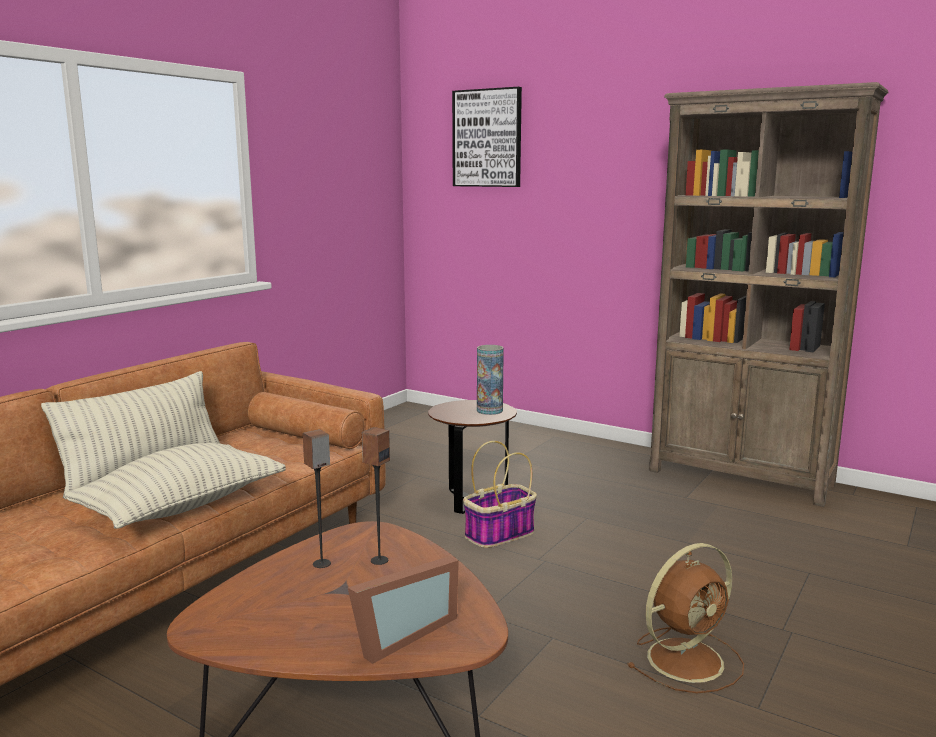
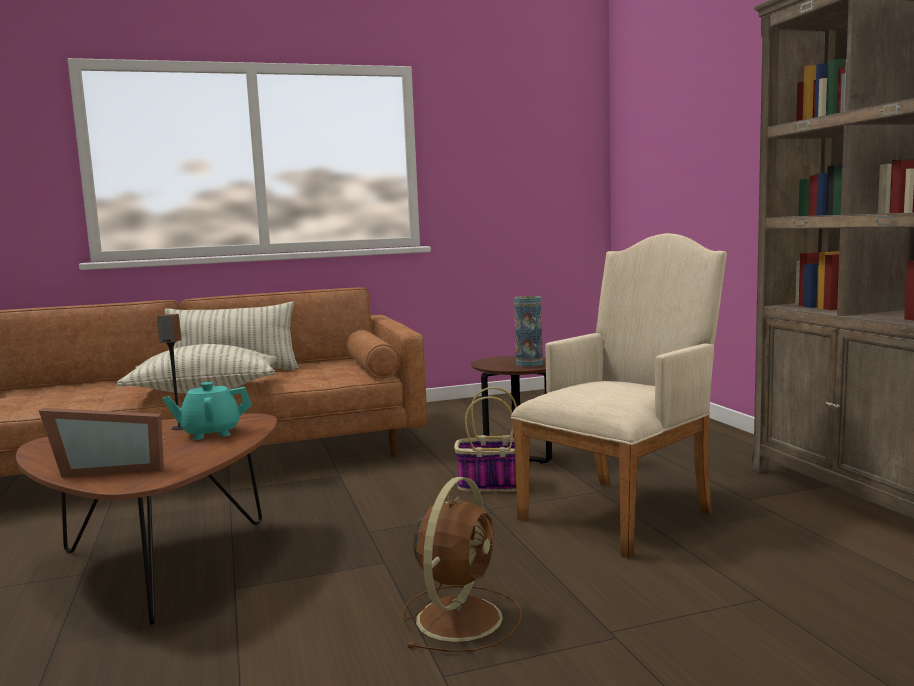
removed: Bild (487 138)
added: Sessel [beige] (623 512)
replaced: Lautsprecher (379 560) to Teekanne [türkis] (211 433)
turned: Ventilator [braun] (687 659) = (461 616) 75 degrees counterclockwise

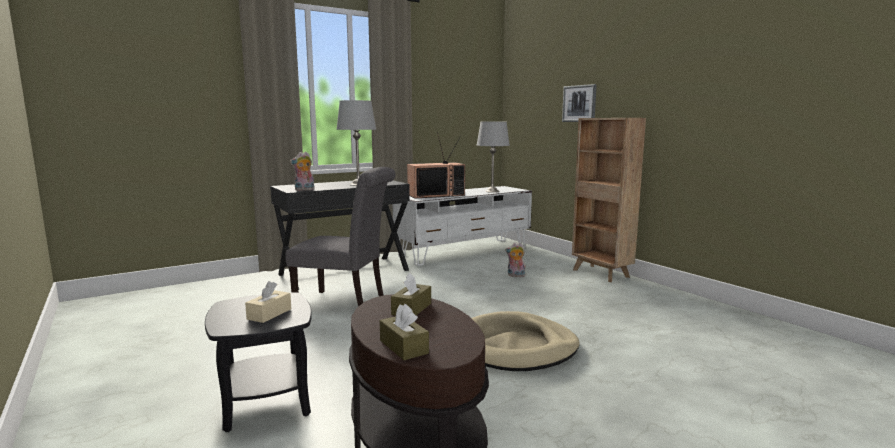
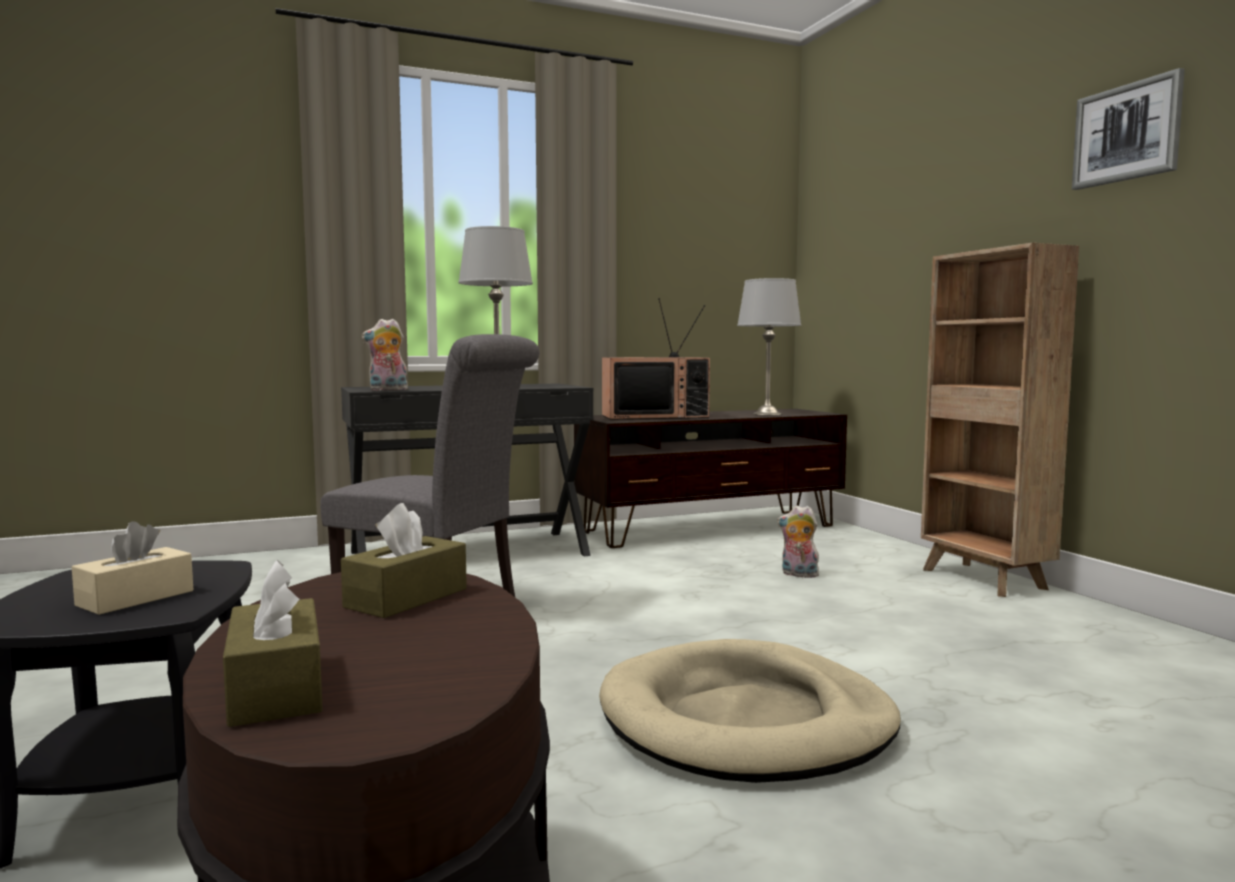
moved: Bild (579 103) to (1127 133)
recoloured: Fernsehschrank [weiß] (464 251) to Fernsehschrank [braun] (711 529)

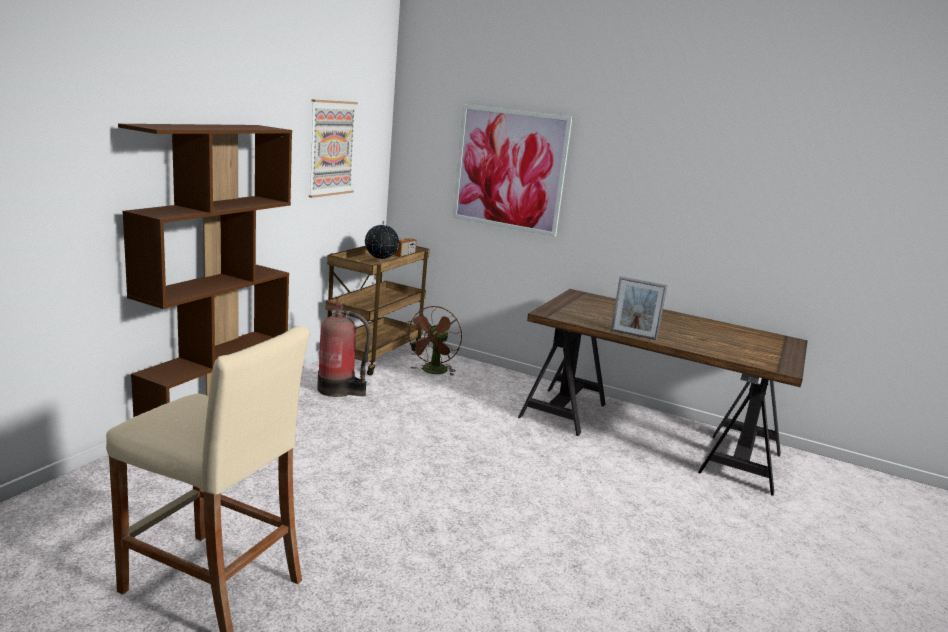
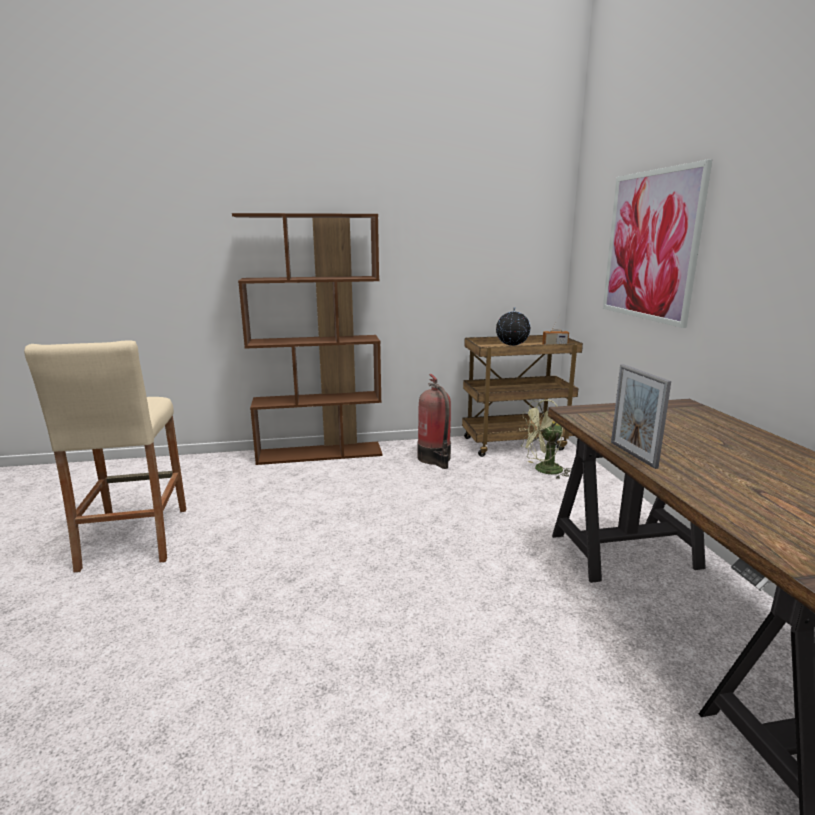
removed: Bild (332 148)
recoloured: Ventilator [braun] (433 372) to Ventilator [grün] (543 470)

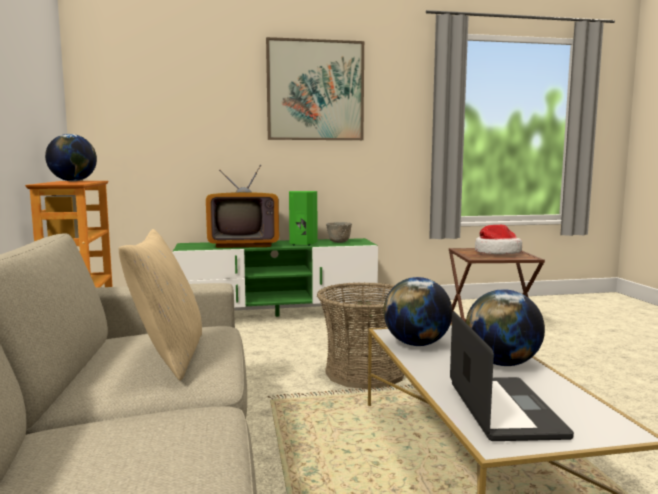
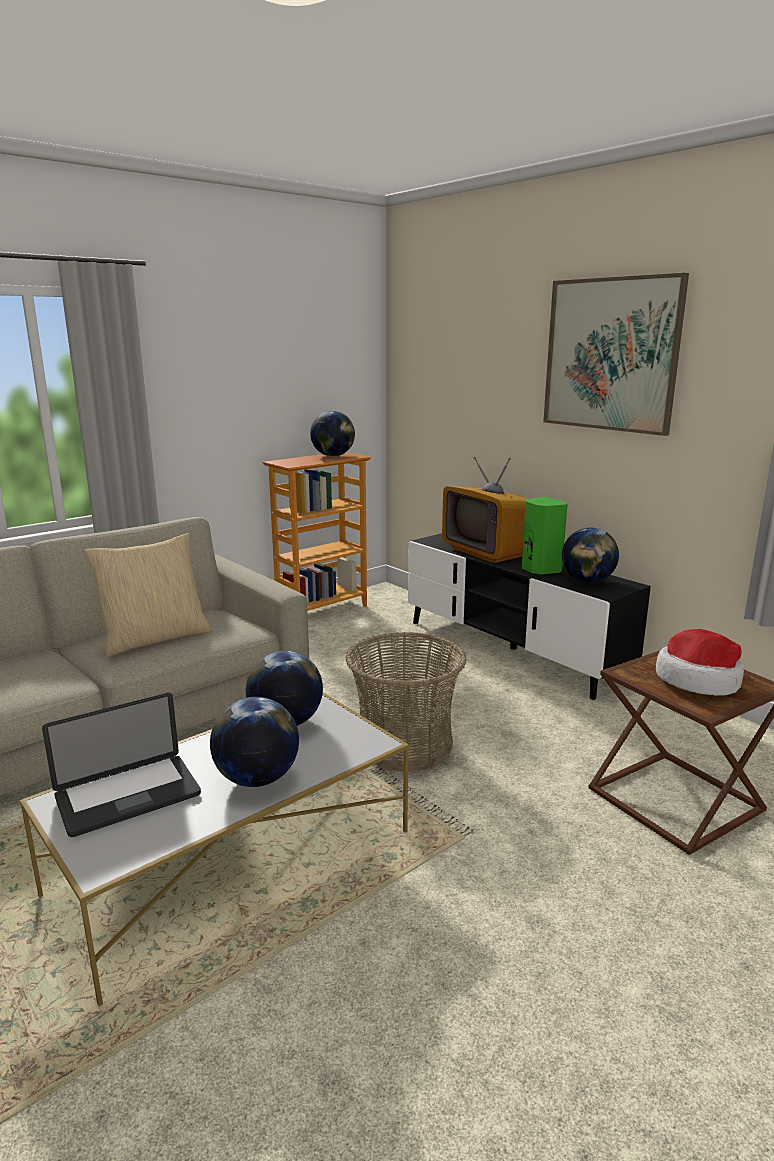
replaced: Schüssel [grau] (339 242) to Globus (587 581)
recoloured: Fernsehschrank [grün] (277 316) to Fernsehschrank [schwarz] (511 649)

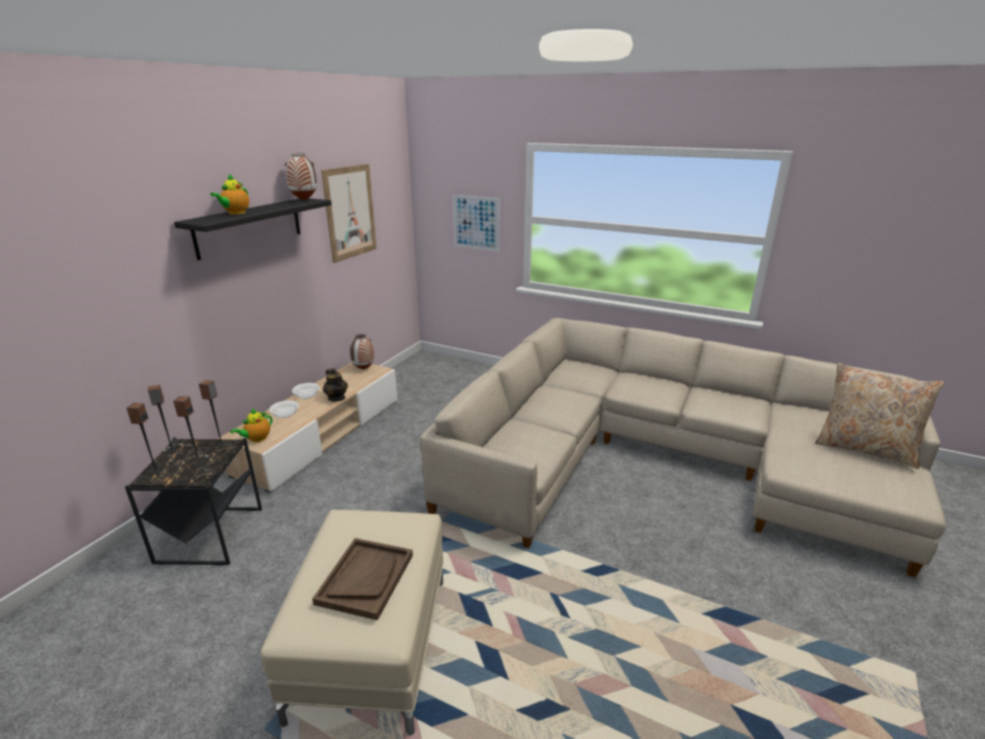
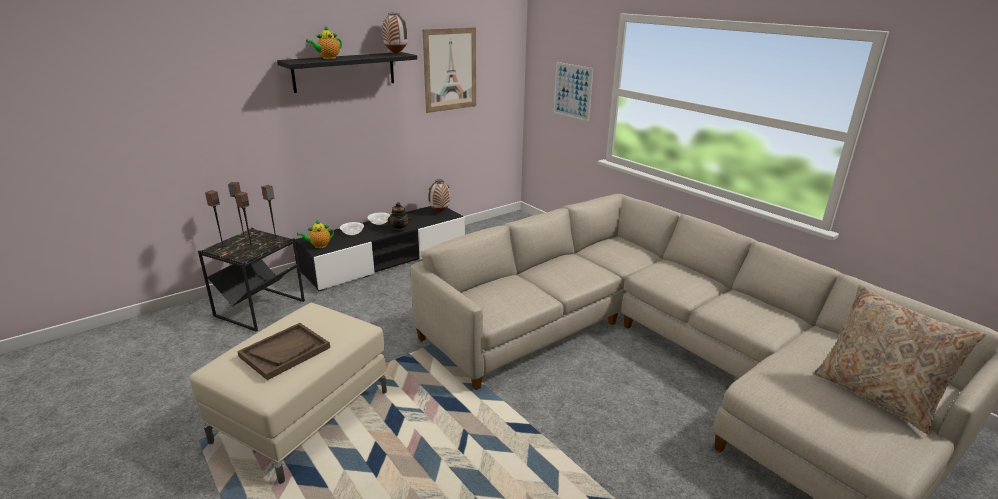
recoloured: Fernsehschrank [beige] (322 435) to Fernsehschrank [schwarz] (386 259)

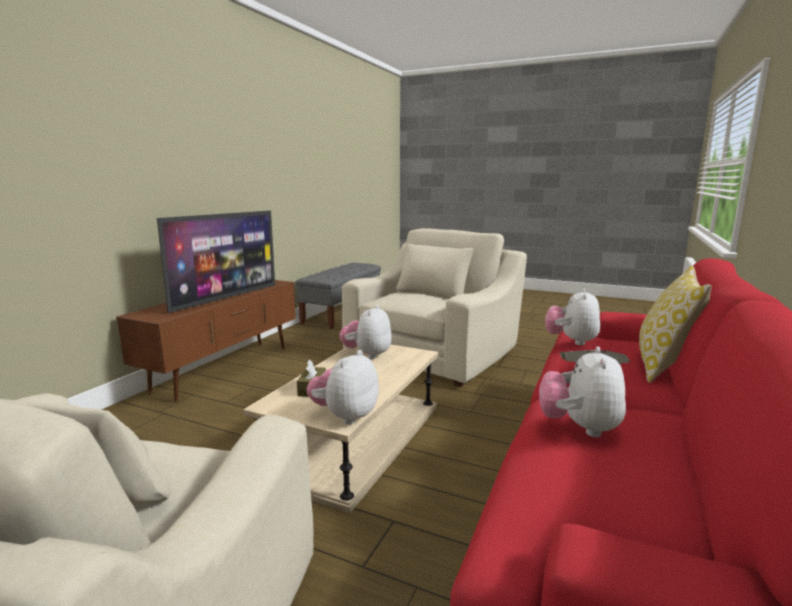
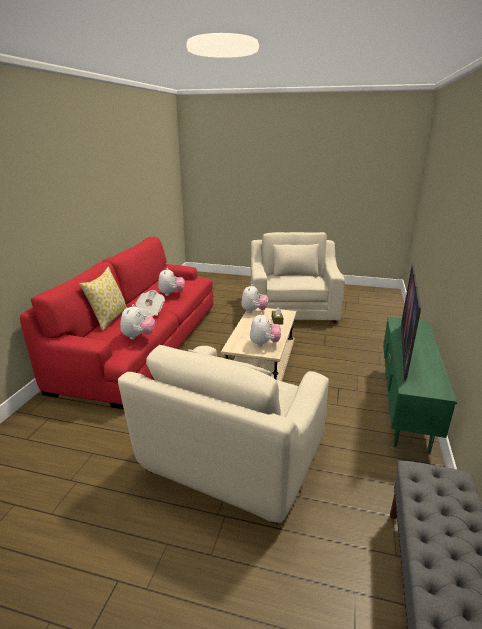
recoloured: Fernsehschrank [braun] (225 369) to Fernsehschrank [grün] (404 407)

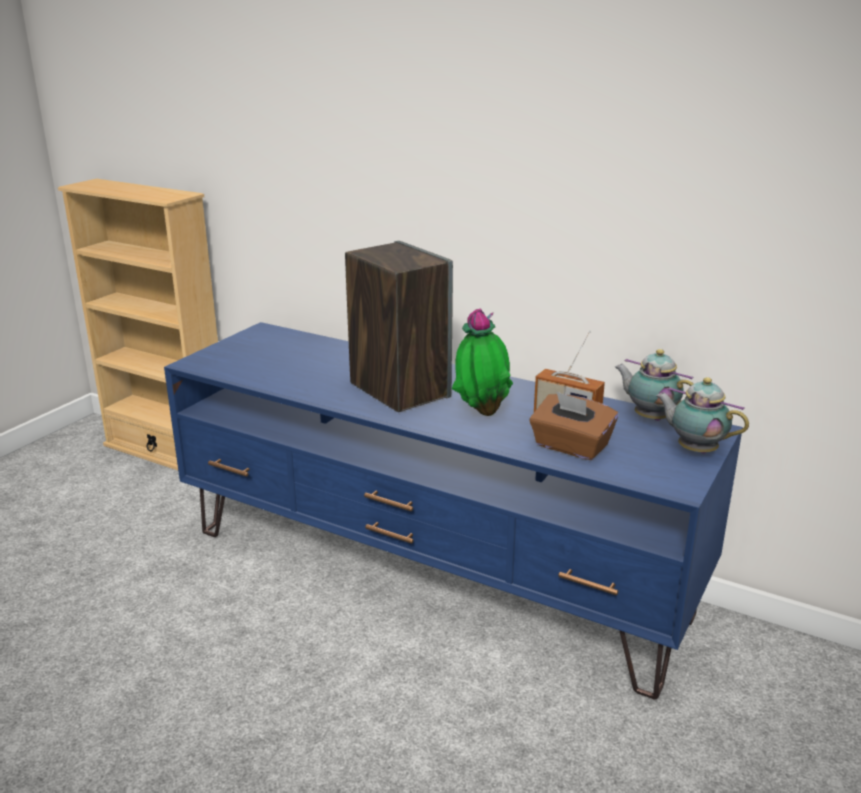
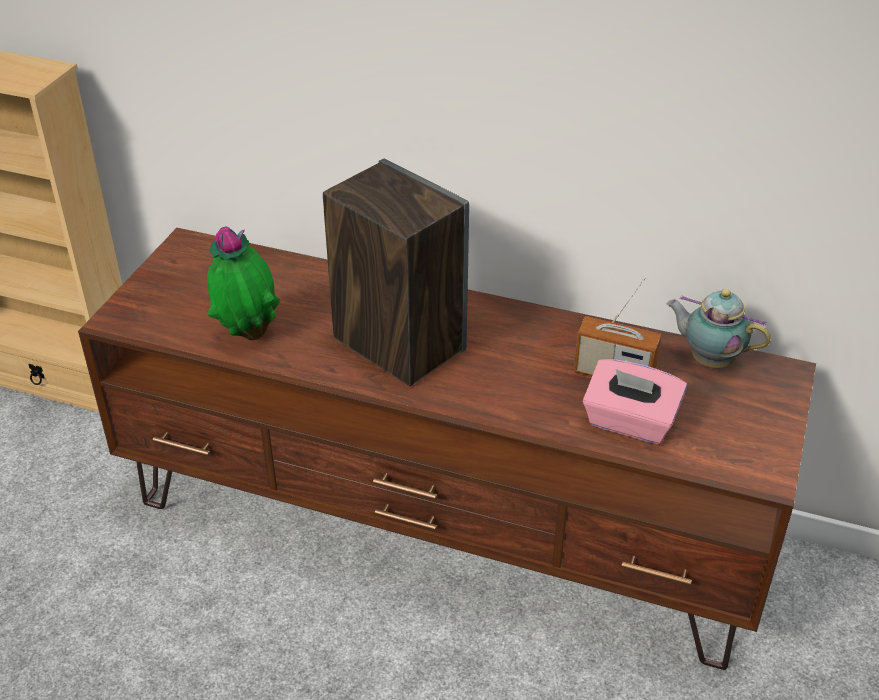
removed: Teekanne (694 450)
moved: Topfpflanze (481 412) to (248 334)
recoloured: Fernsehschrank [blau] (433 571) to Fernsehschrank [braun] (442 526); Taschentuchbox [braun] (570 447) to Taschentuchbox [rosa] (630 423)

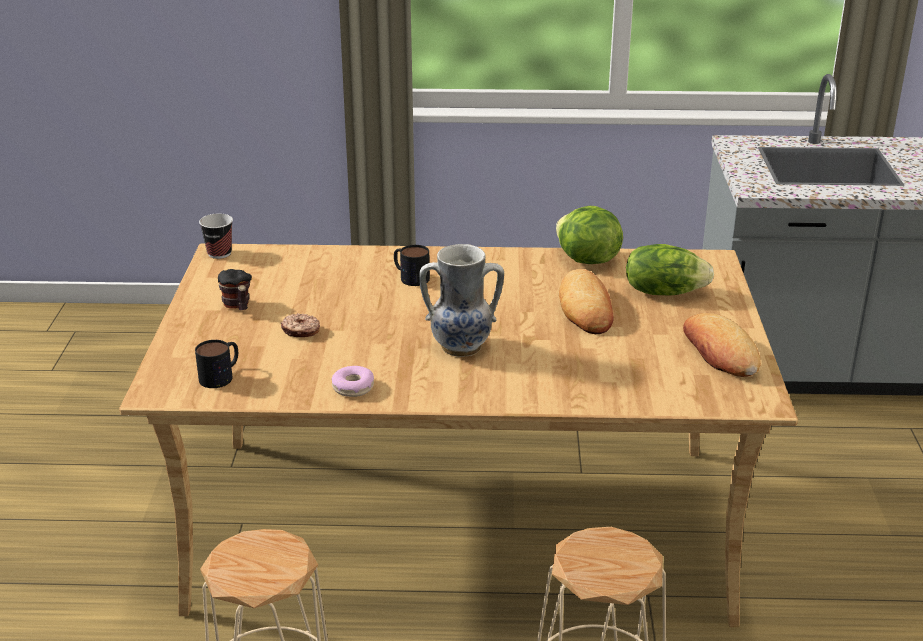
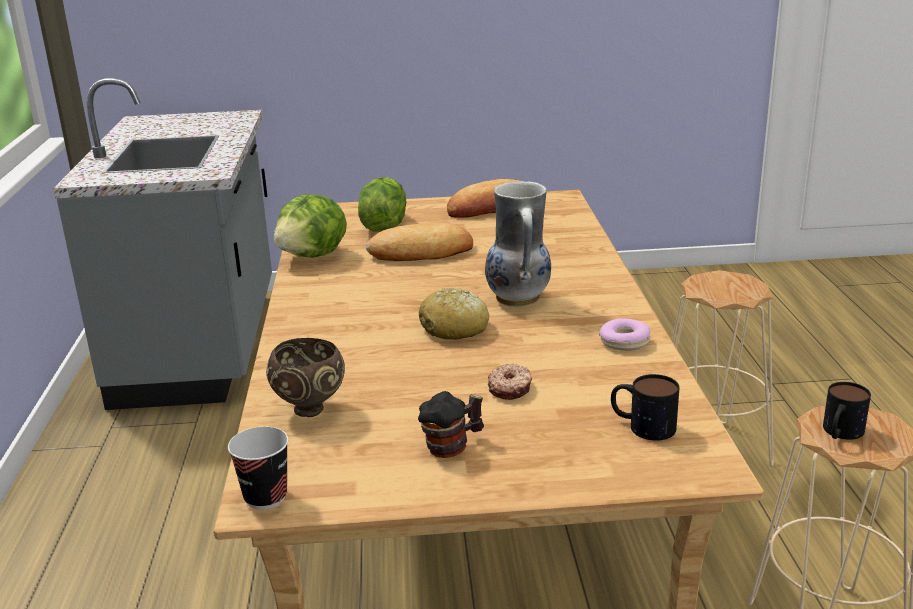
added: Schüssel [braun] (311 409); Brot (454 328)
moved: Henkelbecher (410 277) to (840 433)

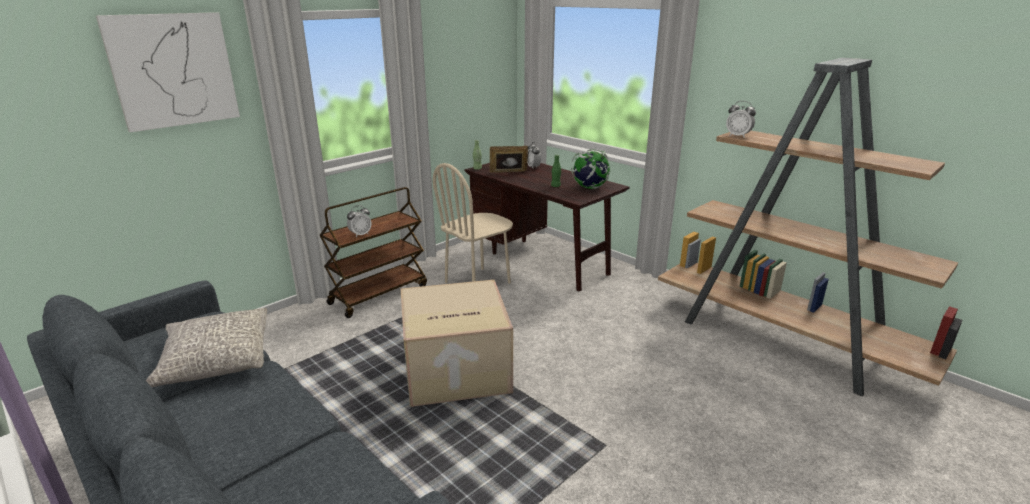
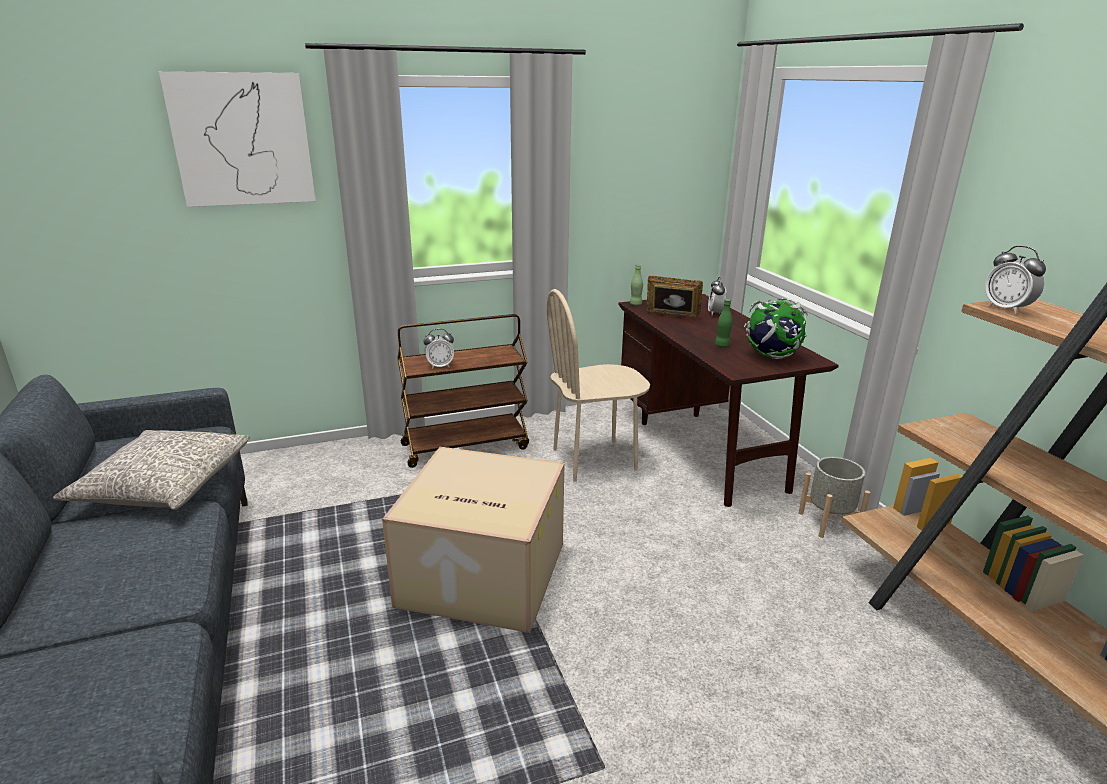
added: Pflanzkübel [grau] (828 522)

